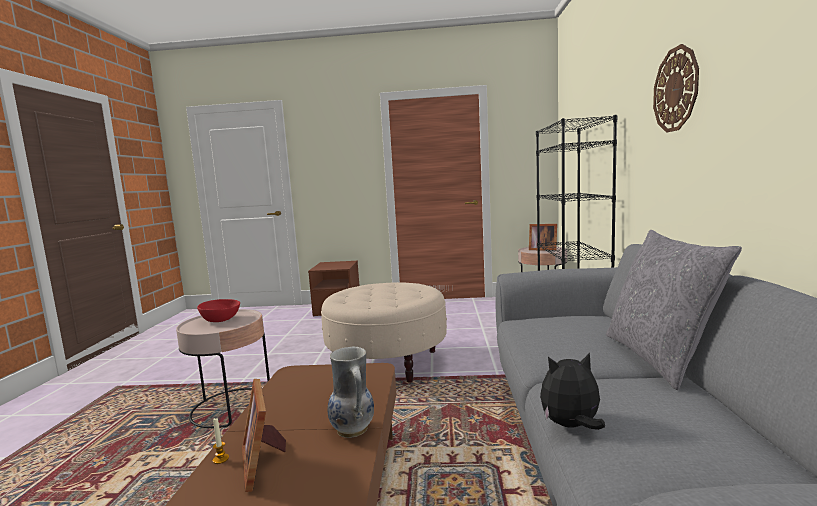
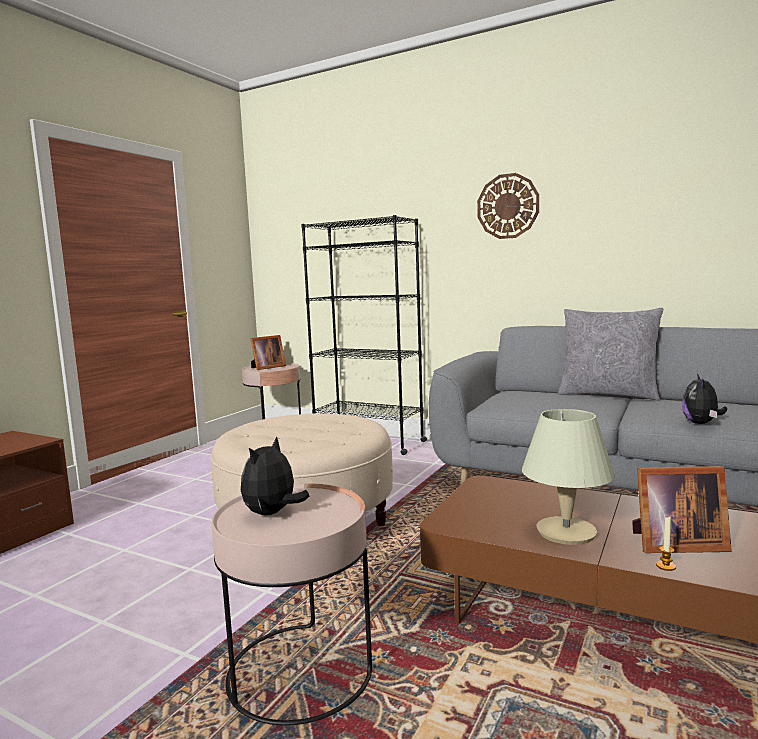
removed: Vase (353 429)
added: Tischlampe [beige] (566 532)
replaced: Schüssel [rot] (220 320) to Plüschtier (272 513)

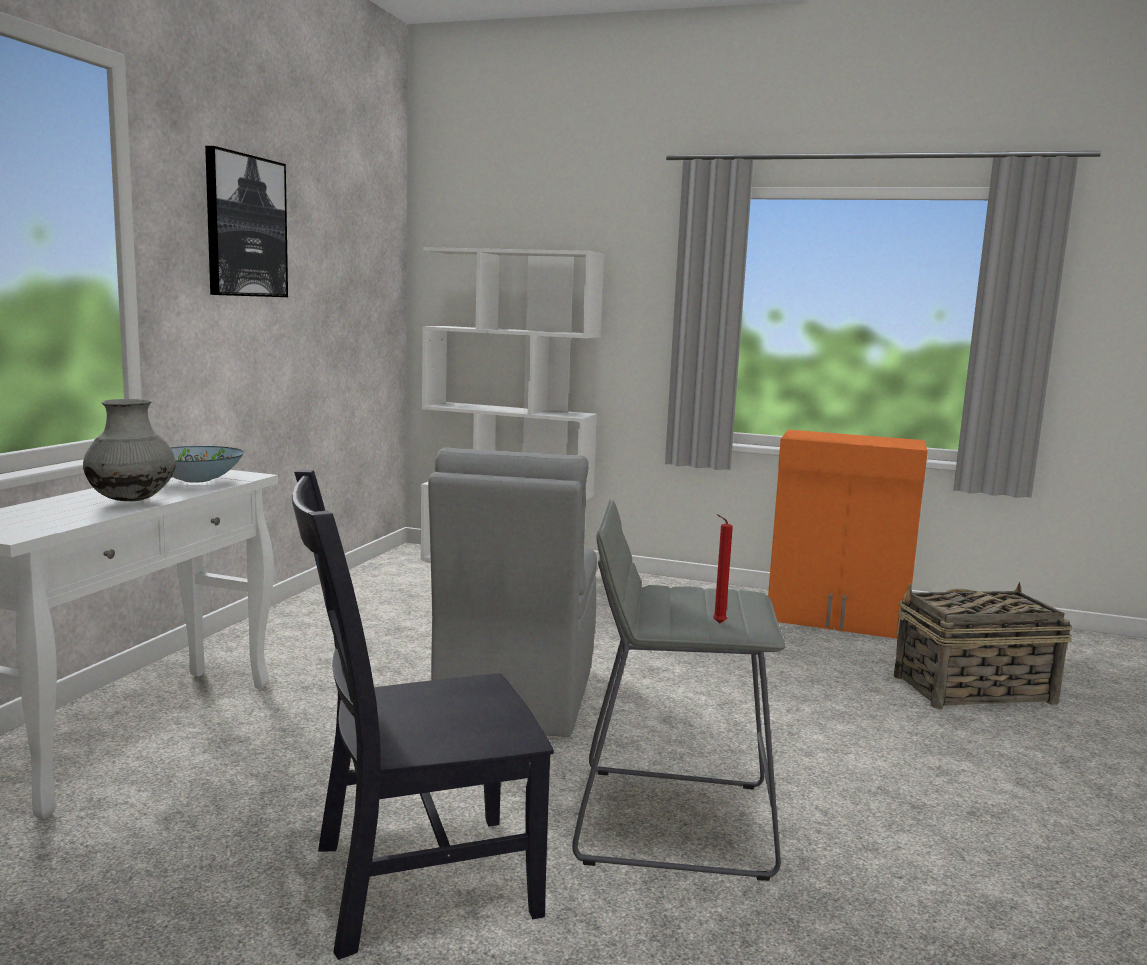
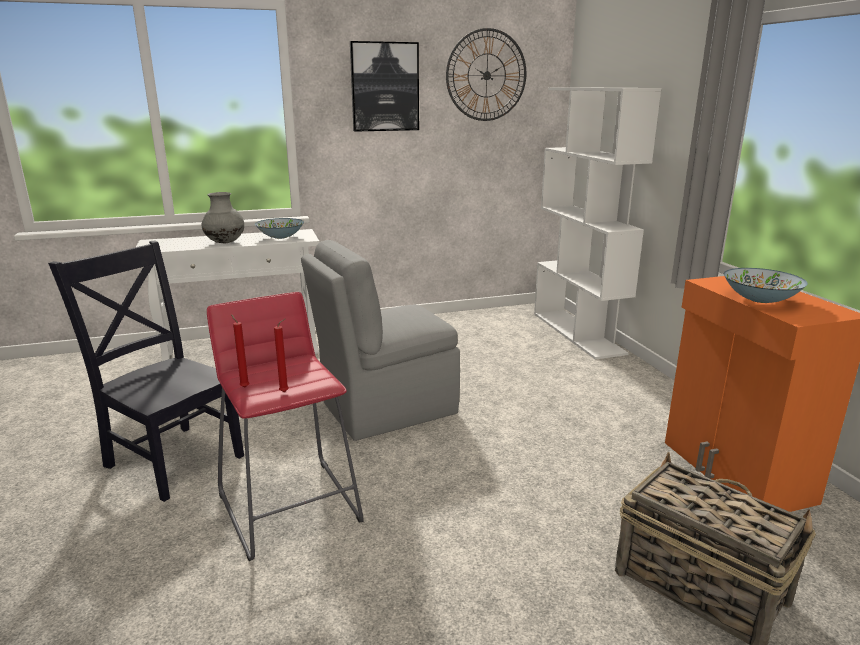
added: Kerze [rot] (285 392); Wanduhr (486 75); Schüssel (760 300)
recoloured: Hocker [grau] (673 821) to Hocker [rot] (290 506)

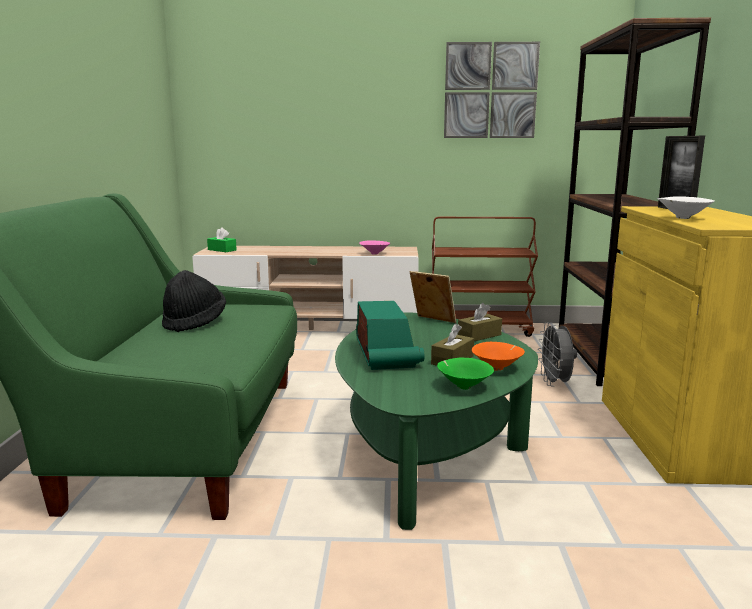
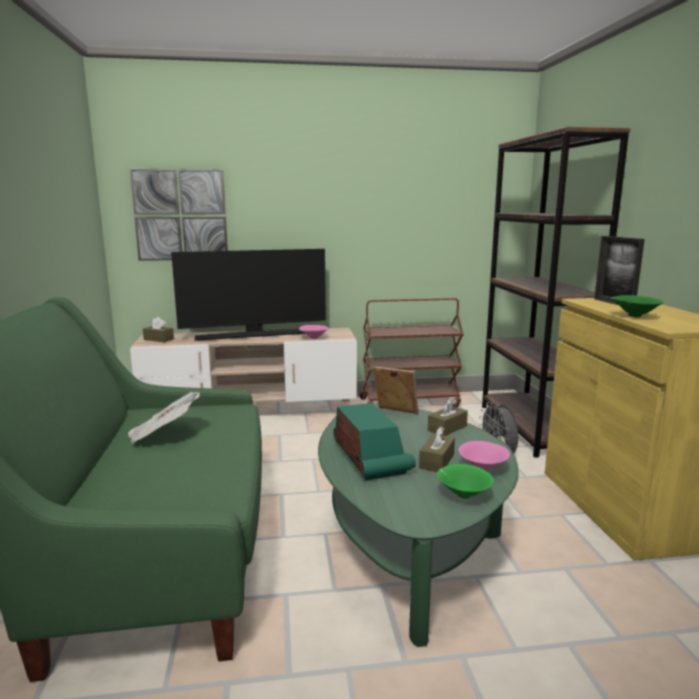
added: Fernseher (255 335)
moved: Bild (490 91) to (181 215)
replaced: Hut [schwarz] (194 322) to Zeitung (163 435)
recoloured: Taschentuchbox [grün] (222 250) to Taschentuchbox [braun] (158 339); Schüssel [orange] (498 368) to Schüssel [rosa] (483 468); Schüssel [weiß] (681 218) to Schüssel [grün] (633 316)

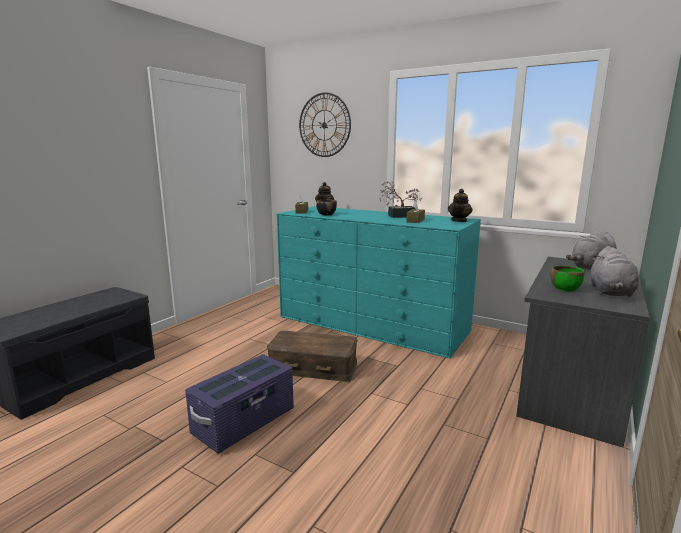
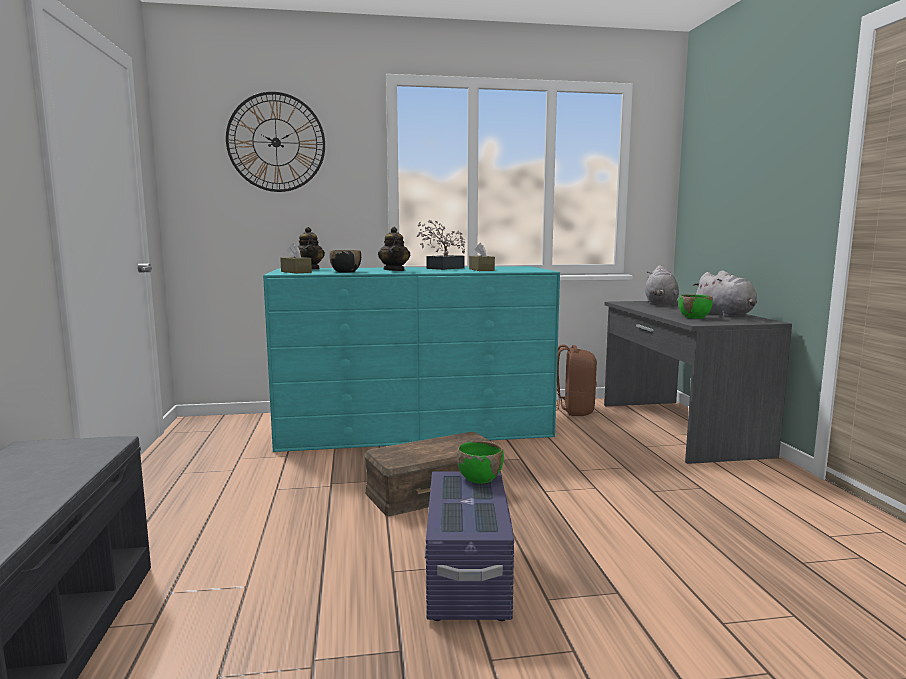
added: Schüssel [grün] (480 478); Rucksack [braun] (573 410)
moved: Teekanne (459 221) to (394 270)

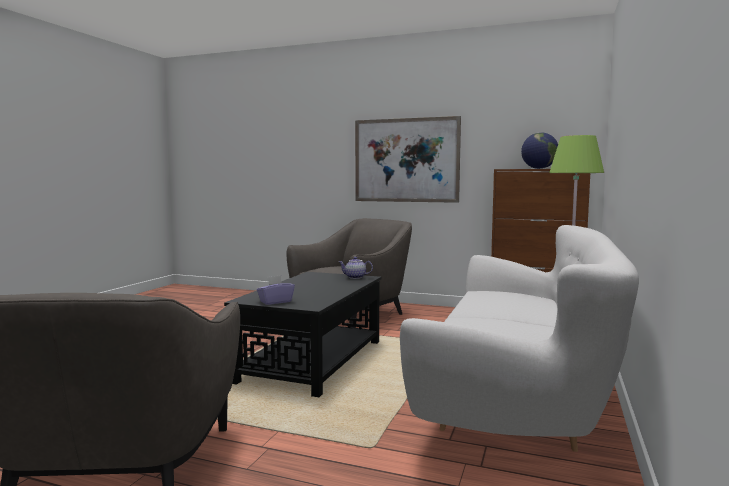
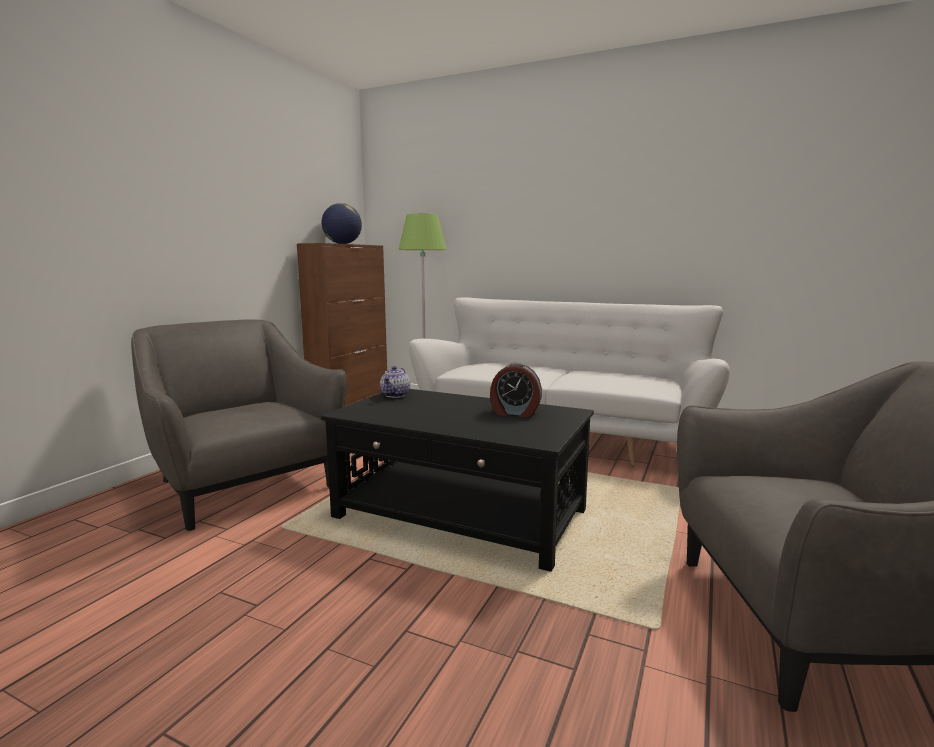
removed: Taschentuchbox [lila] (275 302); Bild (406 160)
added: Wecker (515 413)

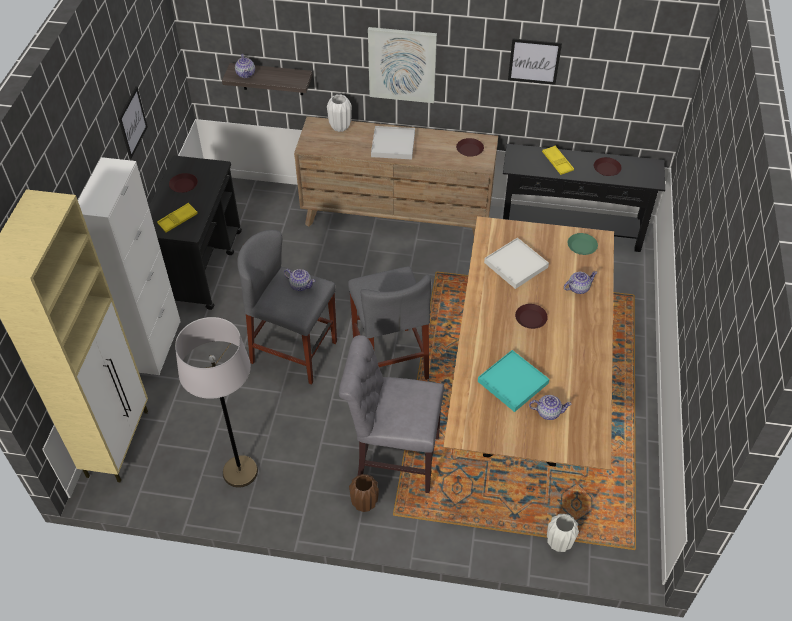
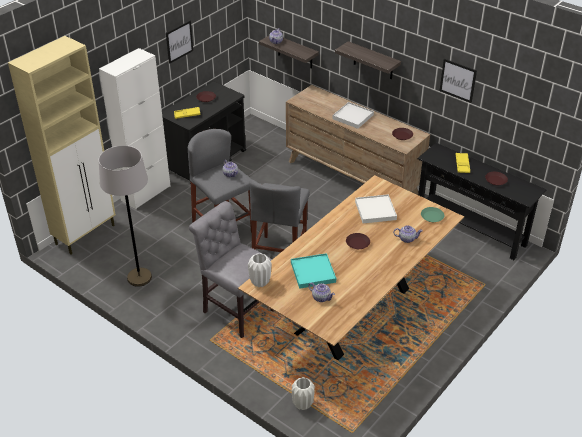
removed: Vase [braun] (364 504)
moved: Vase [weiß] (340 127) to (260 282)
replaced: Bild (402 64) to Wandregal (373 61)

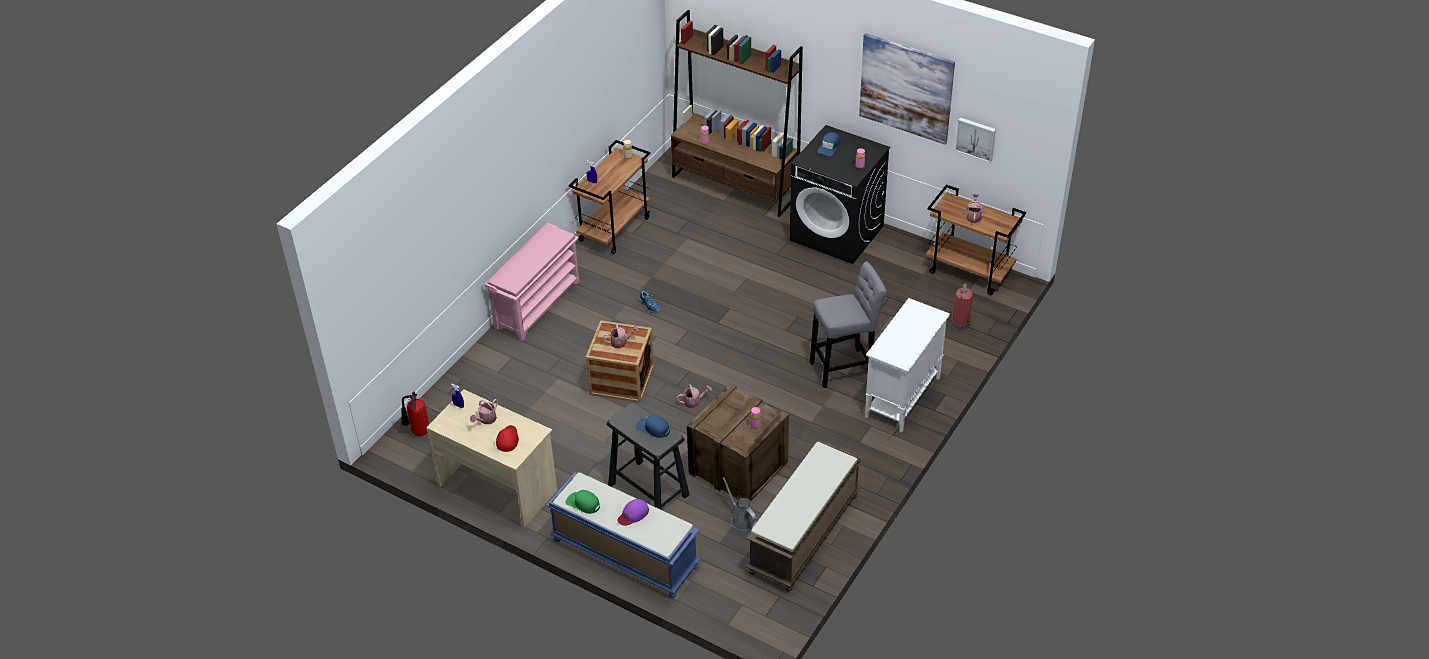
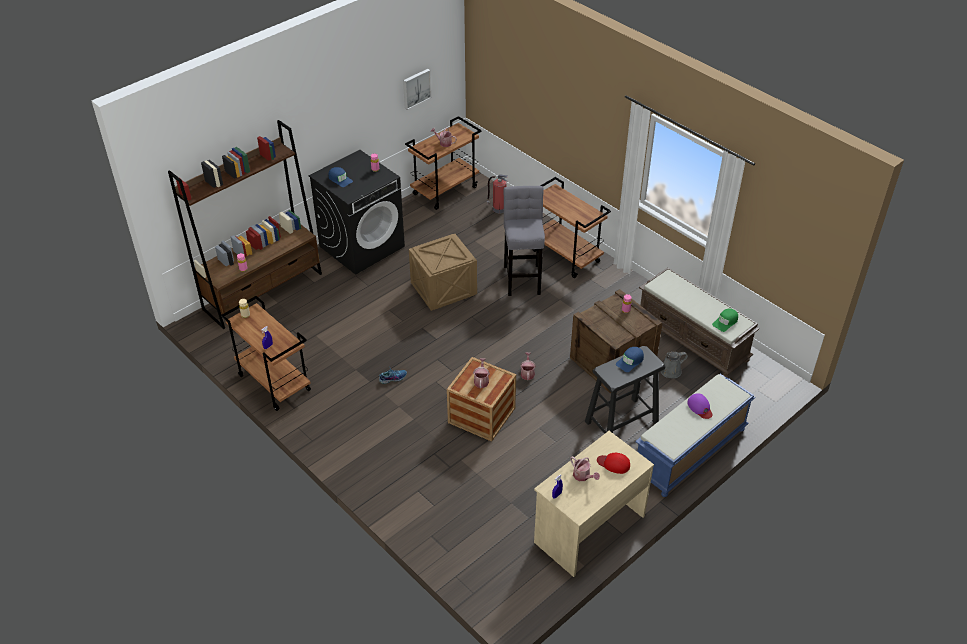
removed: Feuerlöscher (418 432); Schuhregal [rosa] (537 304); Bild (906 88)
added: Kiste (444 289)
moved: Kappe [grün] (583 503) to (725 322)
replaced: Schrank [weiß] (902 398) to Rollwagen [braun] (566 256)

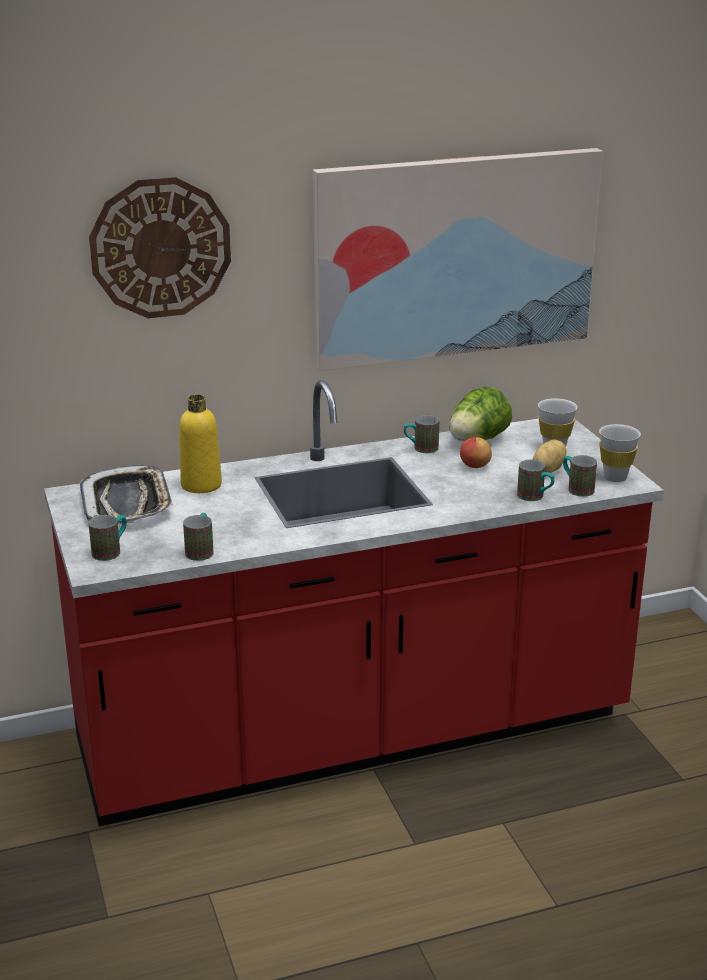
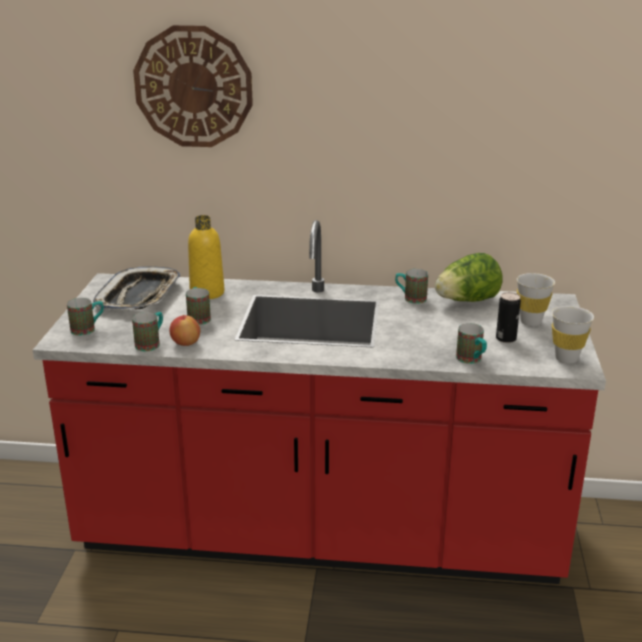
removed: Bild (455 256)
moved: Apfel (474 466) to (185 343); Henkelbecher (576 489) to (198 317)
replaced: Kartoffel (546 470) to Dose (506 338)

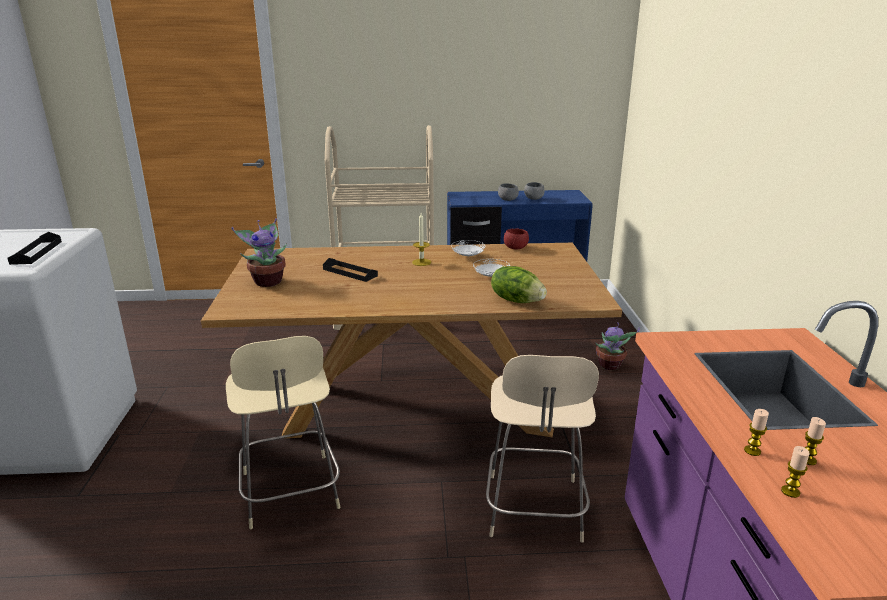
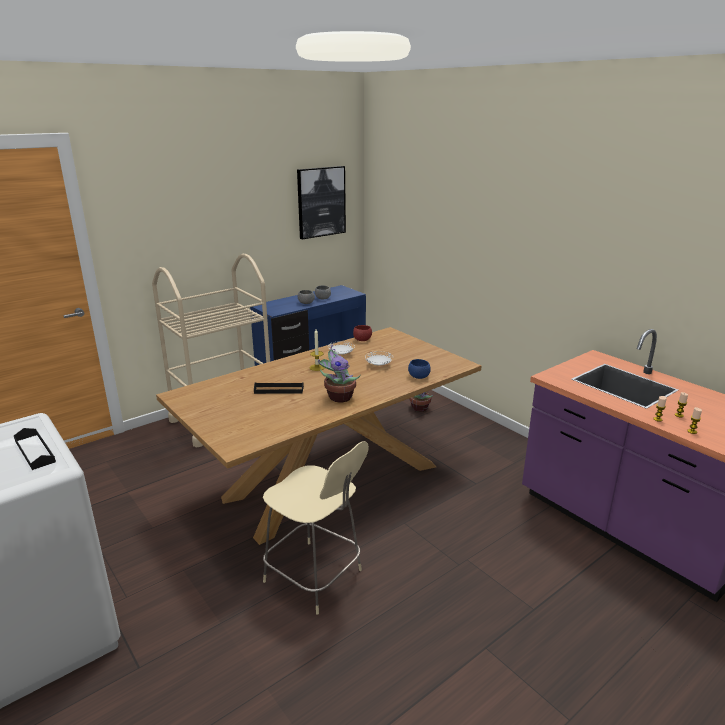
removed: Stuhl [beige] (534 510)
added: Bild (321 202)
moved: Topfpflanze (267 281) to (338 397)
replaced: Salatkopf (517 300) to Schüssel [blau] (418 377)

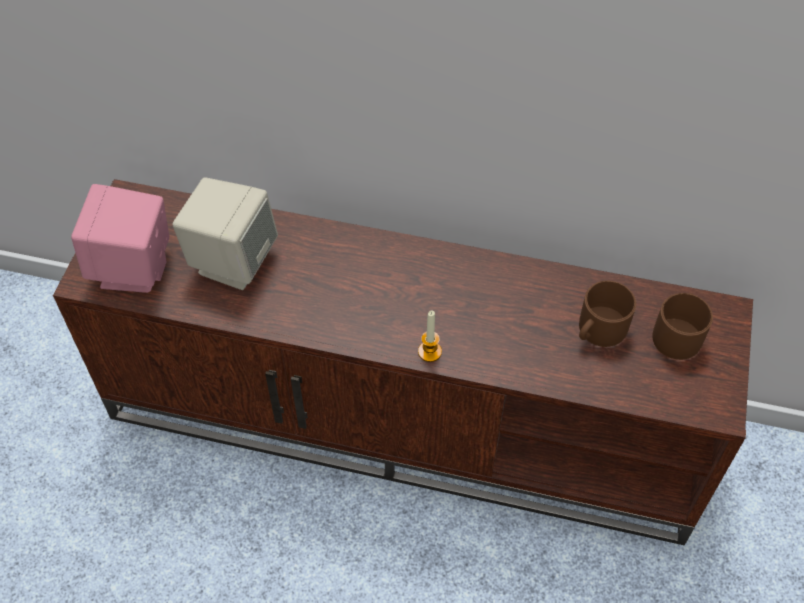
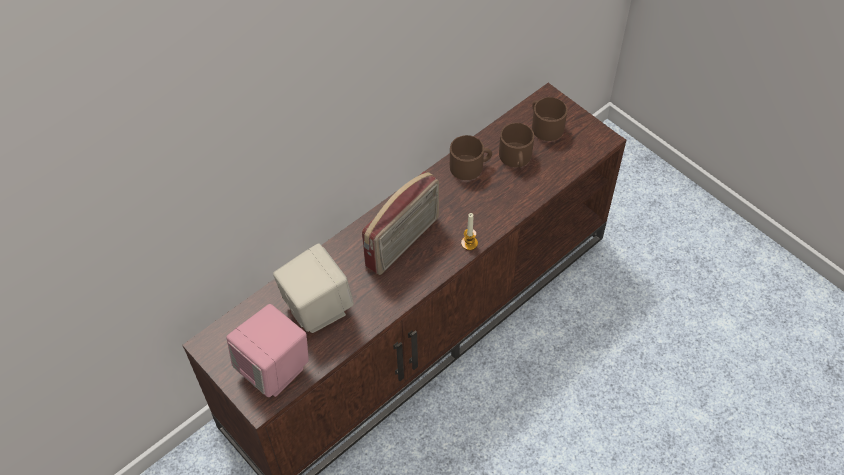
added: Radio (403 242); Henkelbecher [braun] (470 166)

